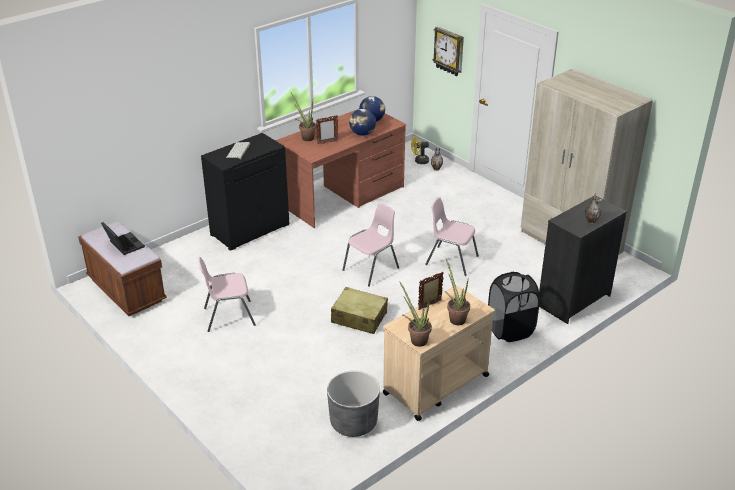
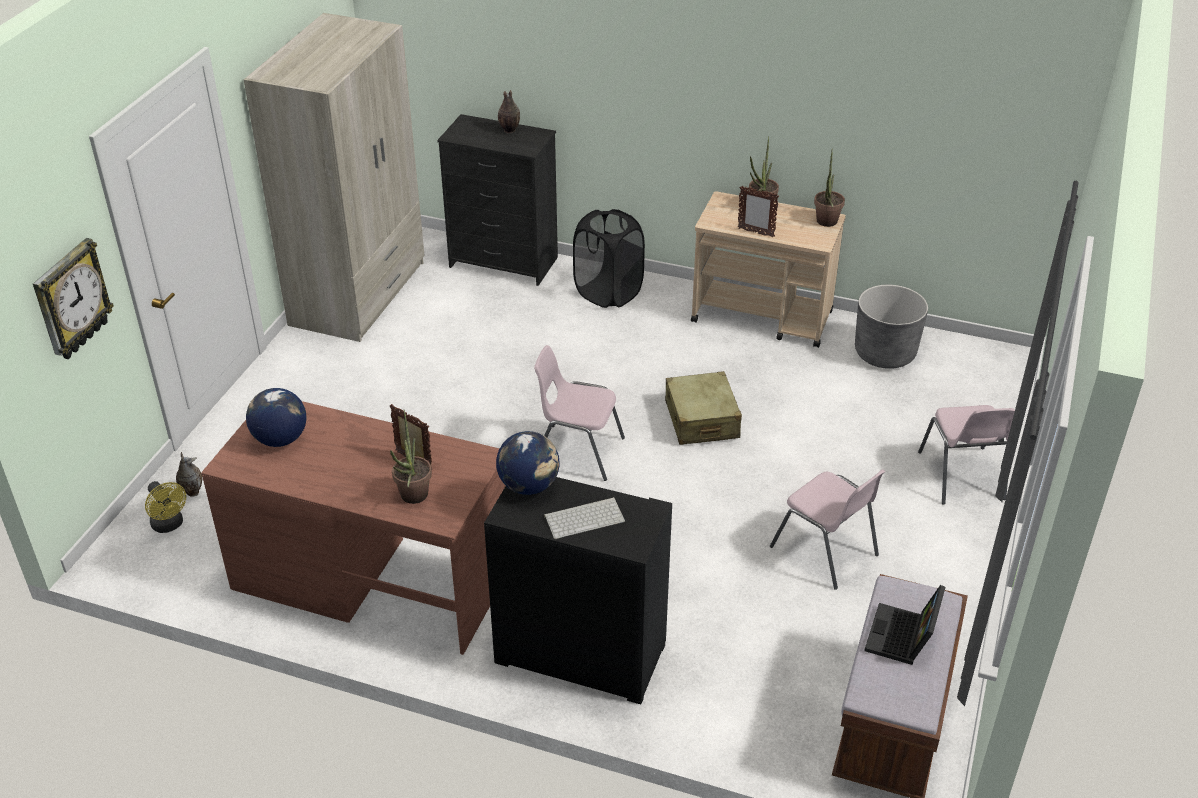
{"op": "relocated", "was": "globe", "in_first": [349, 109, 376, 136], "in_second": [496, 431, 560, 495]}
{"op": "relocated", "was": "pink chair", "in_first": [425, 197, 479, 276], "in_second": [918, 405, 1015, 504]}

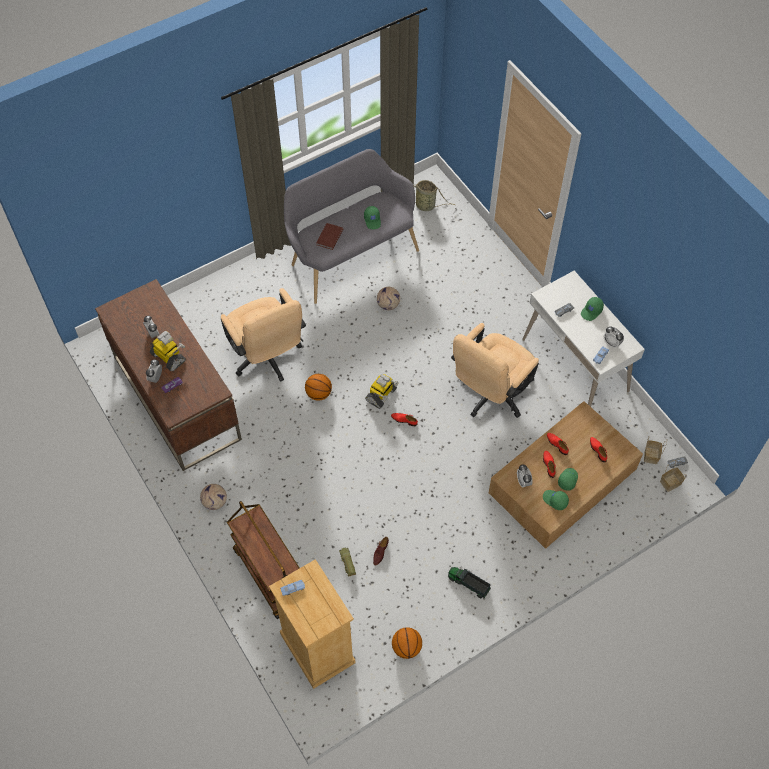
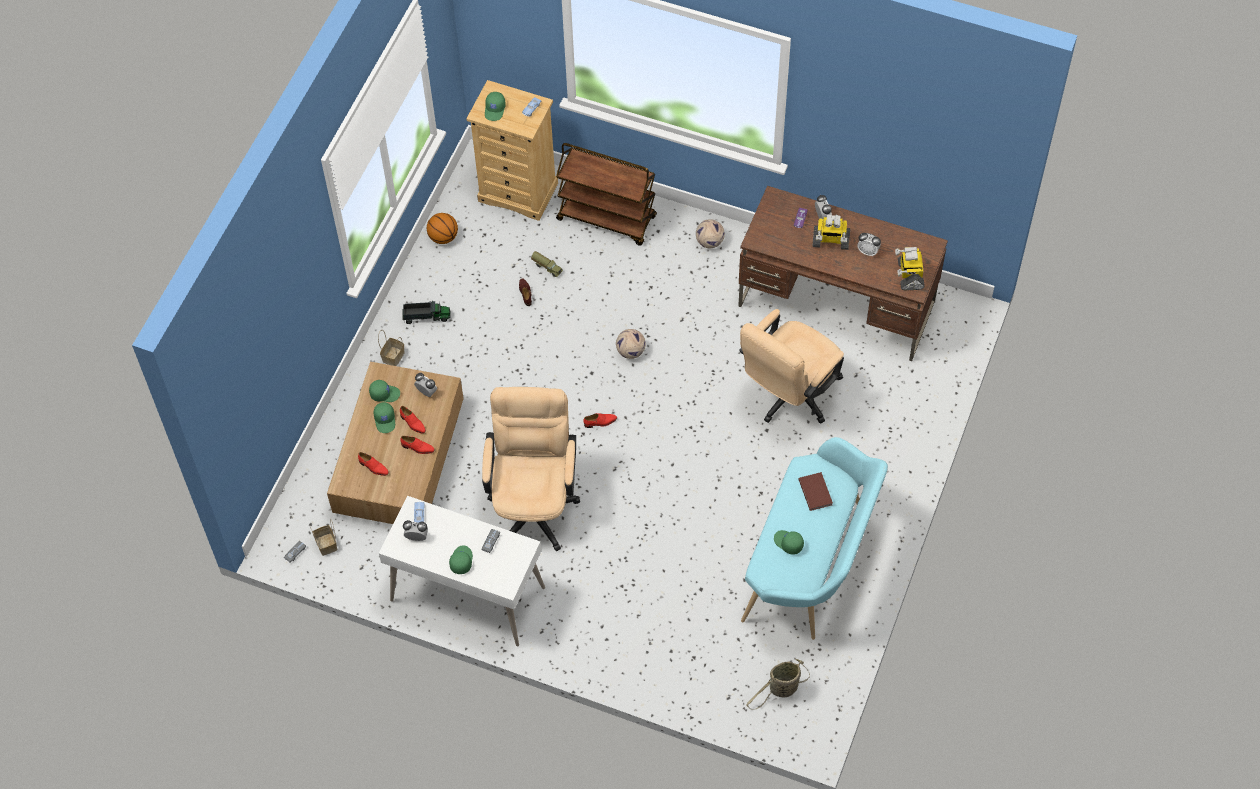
{"op": "spun", "was": "beige office chair", "in_first": [221, 288, 306, 382], "in_second": [739, 309, 844, 424], "clockwise": -75}
{"op": "colour", "was": "grey bench", "now": "turquoise bench", "in_first": [284, 149, 419, 304], "in_second": [741, 437, 888, 640]}
{"op": "missing", "was": "basketball", "in_first": [305, 374, 332, 401]}
{"op": "relocated", "was": "toy robot", "in_first": [365, 374, 399, 409], "in_second": [895, 247, 925, 290]}
{"op": "relocated", "was": "football", "in_first": [377, 287, 400, 310], "in_second": [616, 329, 646, 359]}
{"op": "relocated", "was": "basket", "in_first": [660, 460, 686, 492], "in_second": [378, 330, 405, 366]}
{"op": "appeared", "now": "green cap", "in_second": [485, 92, 506, 121]}

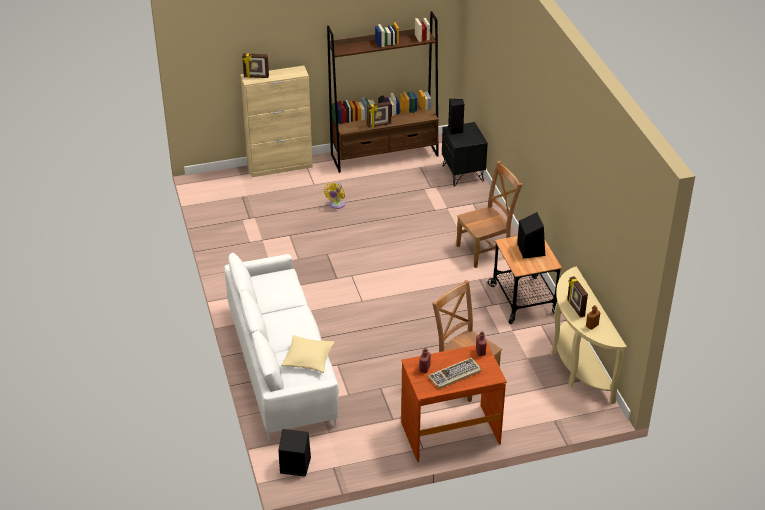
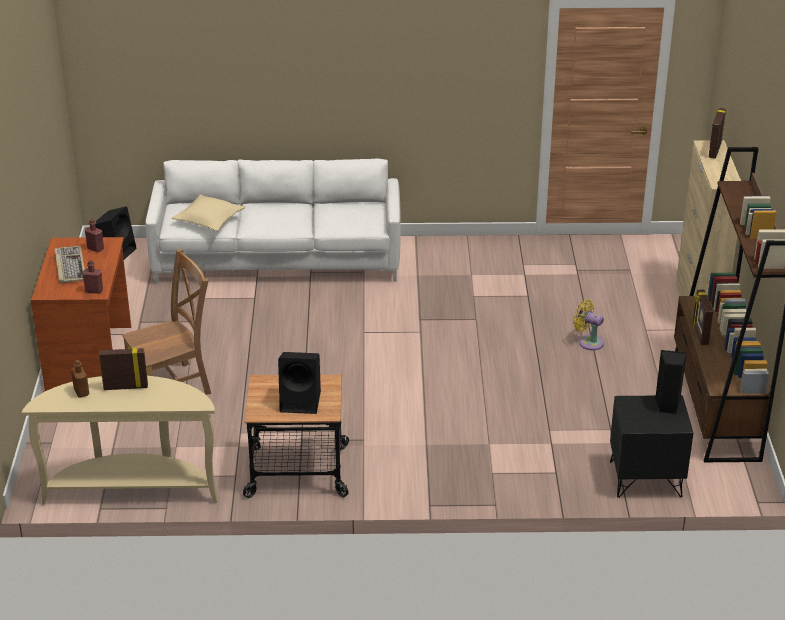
{"op": "missing", "was": "brown chair", "in_first": [456, 161, 523, 268]}

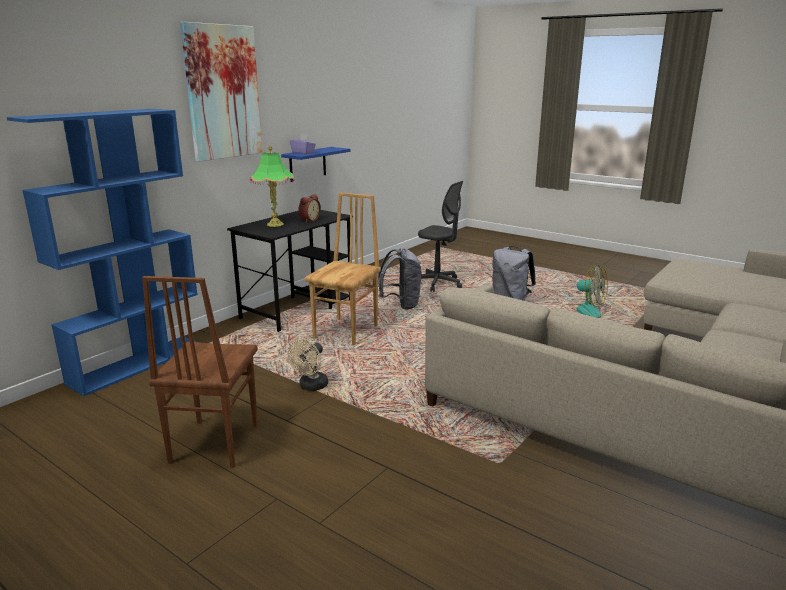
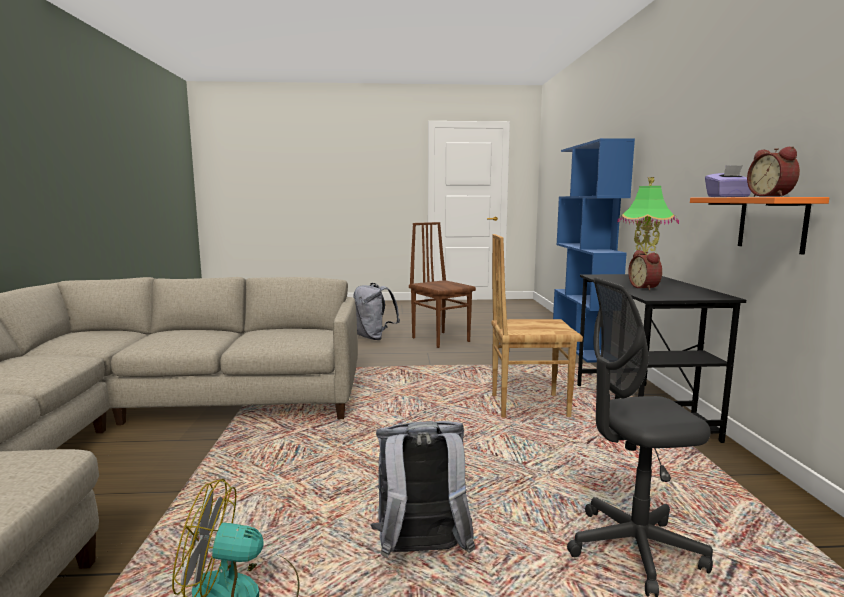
{"op": "missing", "was": "picture", "in_first": [180, 22, 263, 162]}
{"op": "colour", "was": "blue shelf", "now": "orange shelf", "in_first": [281, 147, 350, 182], "in_second": [690, 197, 829, 255]}
{"op": "missing", "was": "beige fan", "in_first": [288, 339, 328, 391]}
{"op": "spun", "was": "brown chair", "in_first": [305, 193, 381, 346], "in_second": [491, 234, 583, 418], "clockwise": 105}
{"op": "relocated", "was": "grey backpack", "in_first": [378, 248, 421, 310], "in_second": [353, 283, 400, 340]}
{"op": "appeared", "now": "alarm clock", "in_second": [747, 146, 800, 197]}

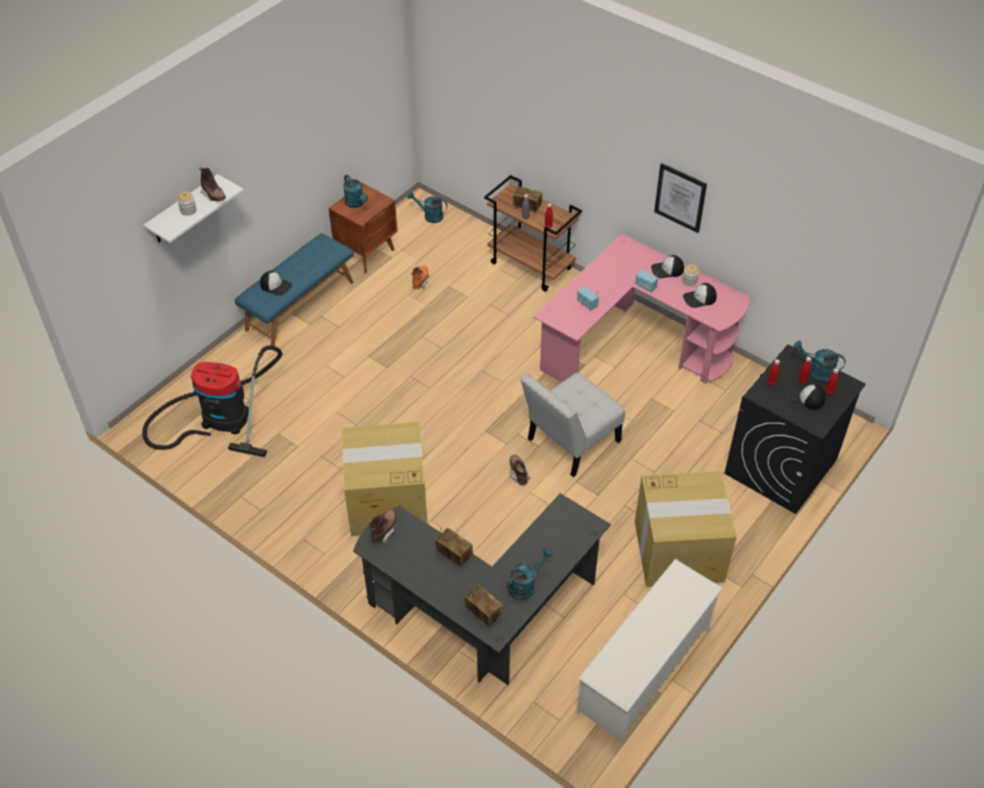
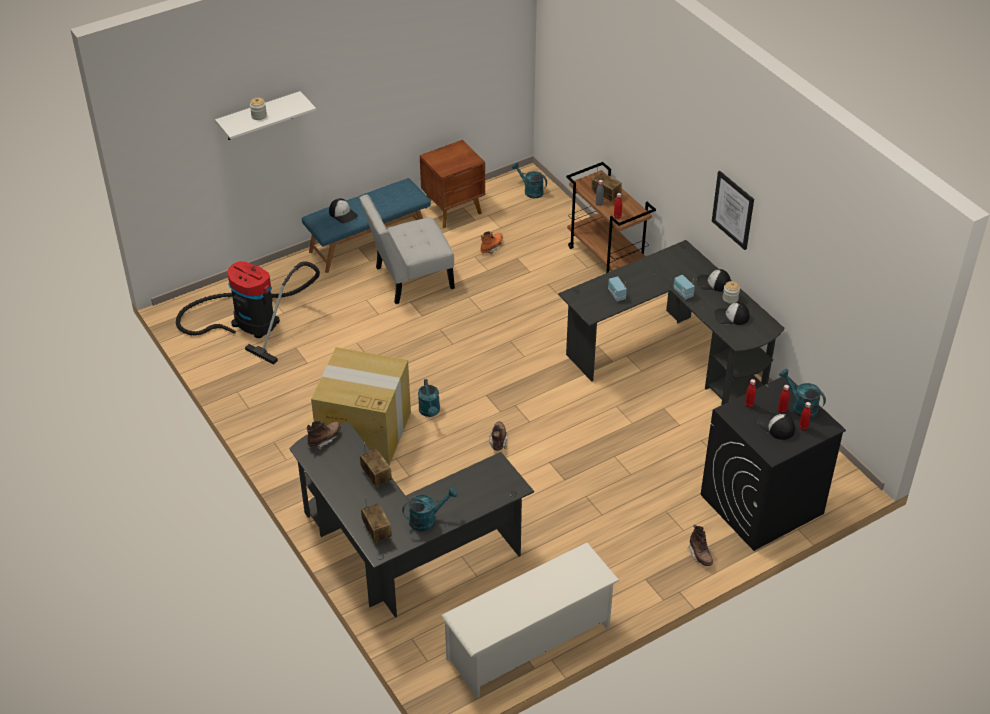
{"op": "relocated", "was": "brown boot", "in_first": [199, 167, 226, 201], "in_second": [688, 524, 713, 566]}
{"op": "relocated", "was": "turquoise watering can", "in_first": [343, 175, 368, 208], "in_second": [418, 379, 440, 417]}
{"op": "relocated", "was": "white chair", "in_first": [520, 373, 625, 477], "in_second": [360, 195, 455, 304]}
{"op": "colour", "was": "pink desk", "now": "black desk", "in_first": [533, 234, 750, 384], "in_second": [558, 240, 784, 405]}
{"op": "missing", "was": "cardboard box", "in_first": [635, 471, 737, 587]}

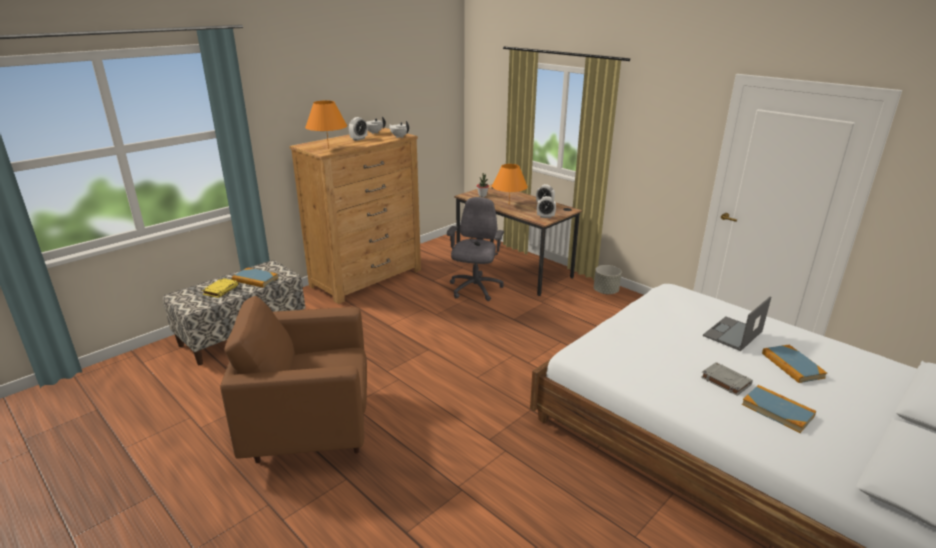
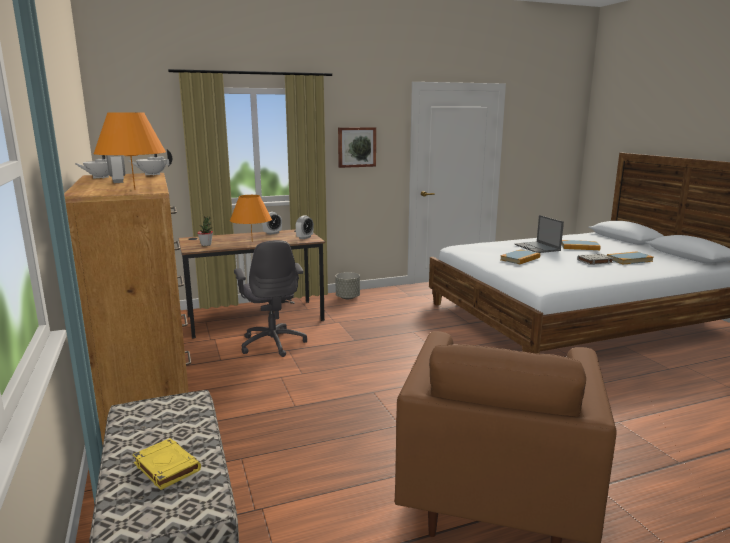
{"op": "relocated", "was": "book", "in_first": [232, 267, 278, 288], "in_second": [500, 249, 540, 264]}
{"op": "spun", "was": "grey office chair", "in_first": [447, 197, 504, 301], "in_second": [234, 240, 307, 357], "clockwise": -150}
{"op": "appeared", "now": "picture", "in_second": [338, 127, 376, 168]}

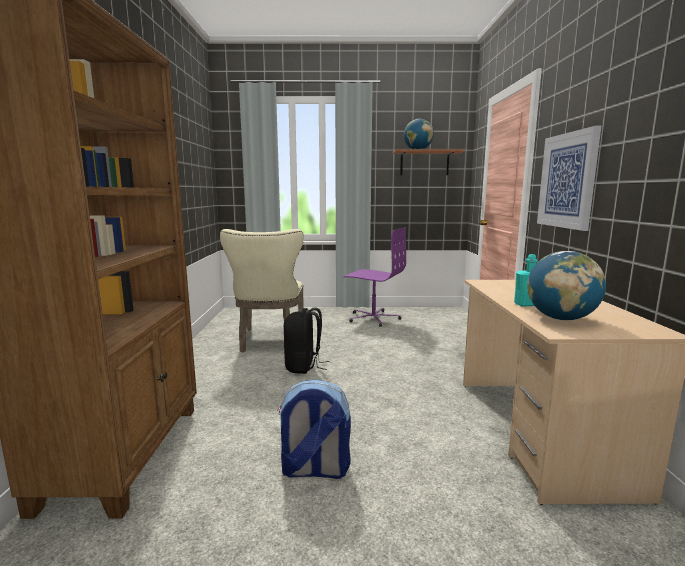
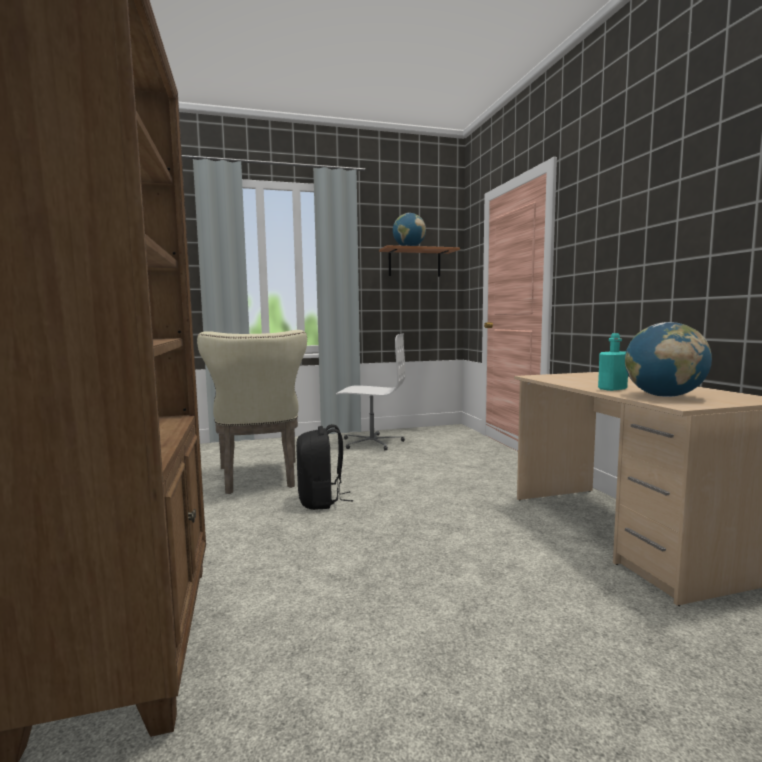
{"op": "missing", "was": "backpack", "in_first": [277, 379, 351, 479]}
{"op": "colour", "was": "purple office chair", "now": "white office chair", "in_first": [343, 227, 406, 327], "in_second": [336, 333, 406, 451]}
{"op": "missing", "was": "picture", "in_first": [537, 125, 602, 231]}

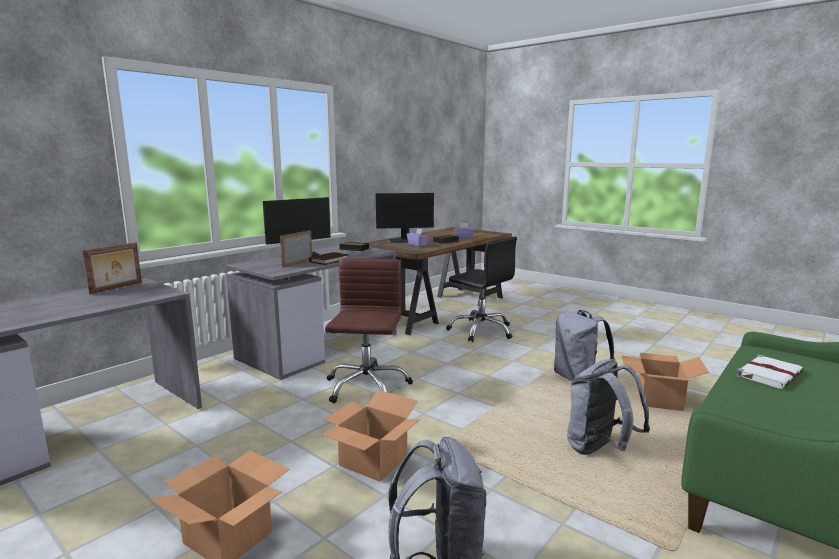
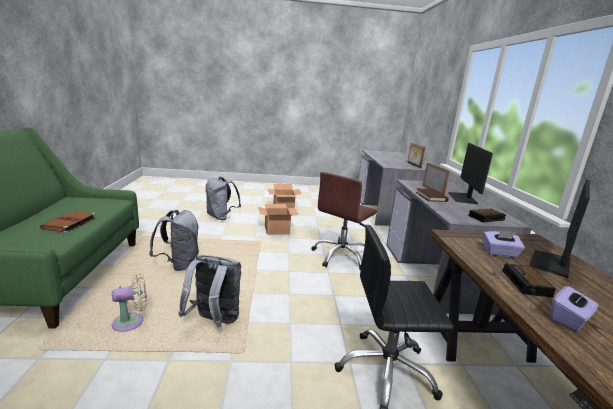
{"op": "spun", "was": "brown office chair", "in_first": [325, 258, 413, 403], "in_second": [311, 172, 377, 270], "clockwise": 75}
{"op": "exchanged", "was": "cardboard box", "now": "beige fan", "in_first": [621, 353, 709, 411], "in_second": [112, 272, 147, 332]}
{"op": "colour", "was": "white book", "now": "brown book", "in_first": [736, 355, 804, 389], "in_second": [40, 211, 96, 233]}

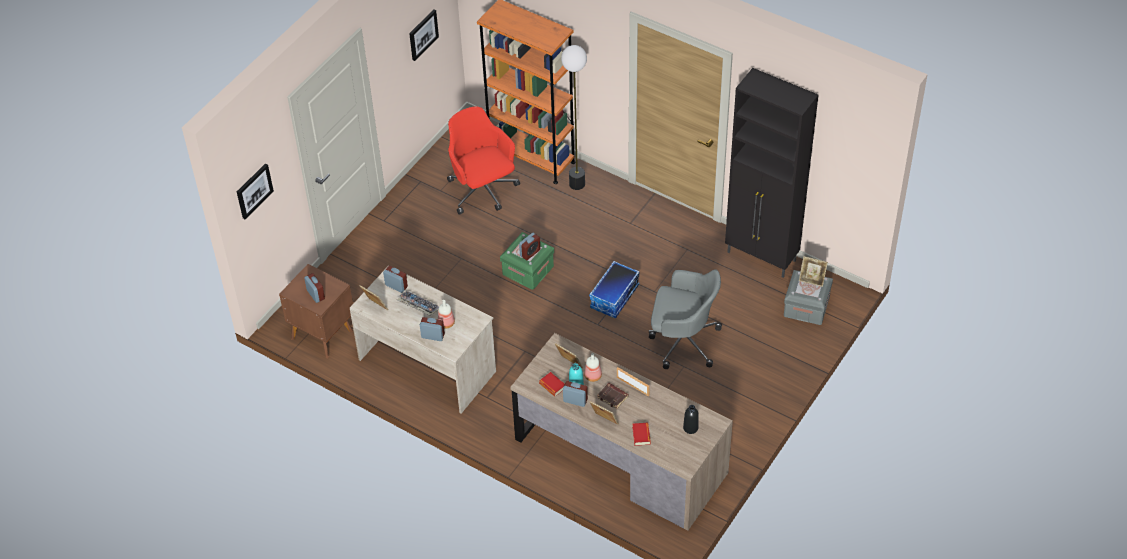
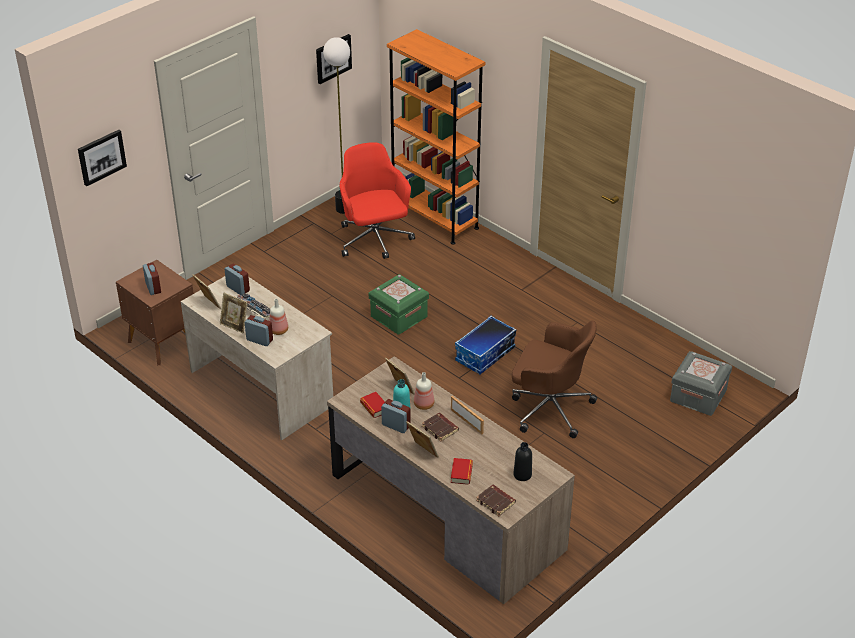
{"op": "missing", "was": "alarm clock", "in_first": [519, 233, 540, 260]}
{"op": "relocated", "was": "floor lamp", "in_first": [561, 45, 587, 190], "in_second": [323, 37, 350, 214]}
{"op": "colour", "was": "grey office chair", "now": "brown office chair", "in_first": [649, 269, 722, 369], "in_second": [512, 321, 597, 438]}
{"op": "missing", "was": "black cabinet", "in_first": [725, 68, 818, 278]}
{"op": "relocated", "was": "picture frame", "in_first": [799, 256, 828, 287], "in_second": [220, 293, 248, 333]}
{"op": "appeared", "now": "brown book", "in_second": [476, 485, 516, 516]}

